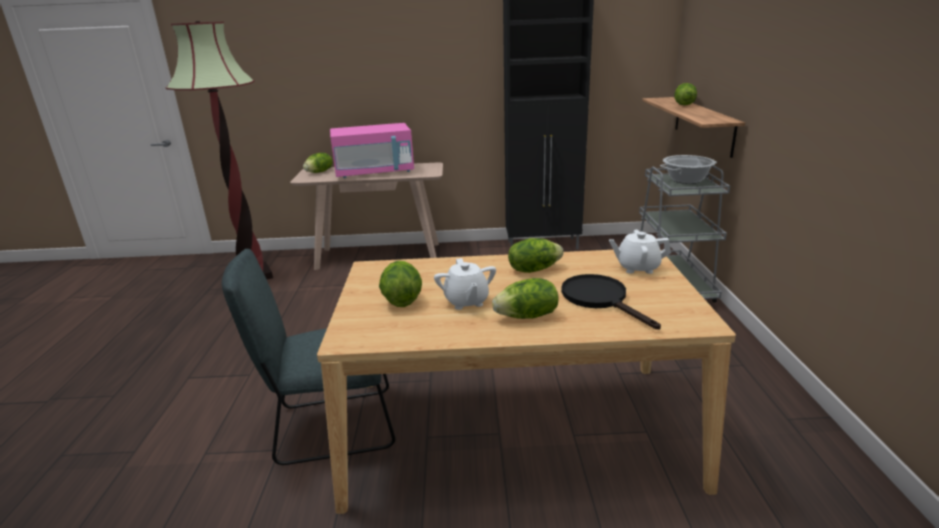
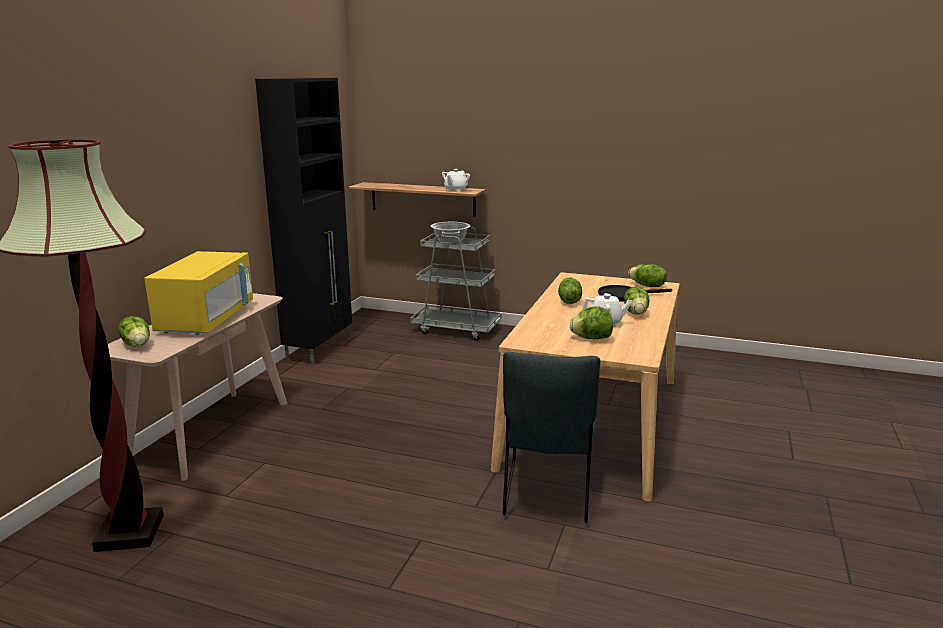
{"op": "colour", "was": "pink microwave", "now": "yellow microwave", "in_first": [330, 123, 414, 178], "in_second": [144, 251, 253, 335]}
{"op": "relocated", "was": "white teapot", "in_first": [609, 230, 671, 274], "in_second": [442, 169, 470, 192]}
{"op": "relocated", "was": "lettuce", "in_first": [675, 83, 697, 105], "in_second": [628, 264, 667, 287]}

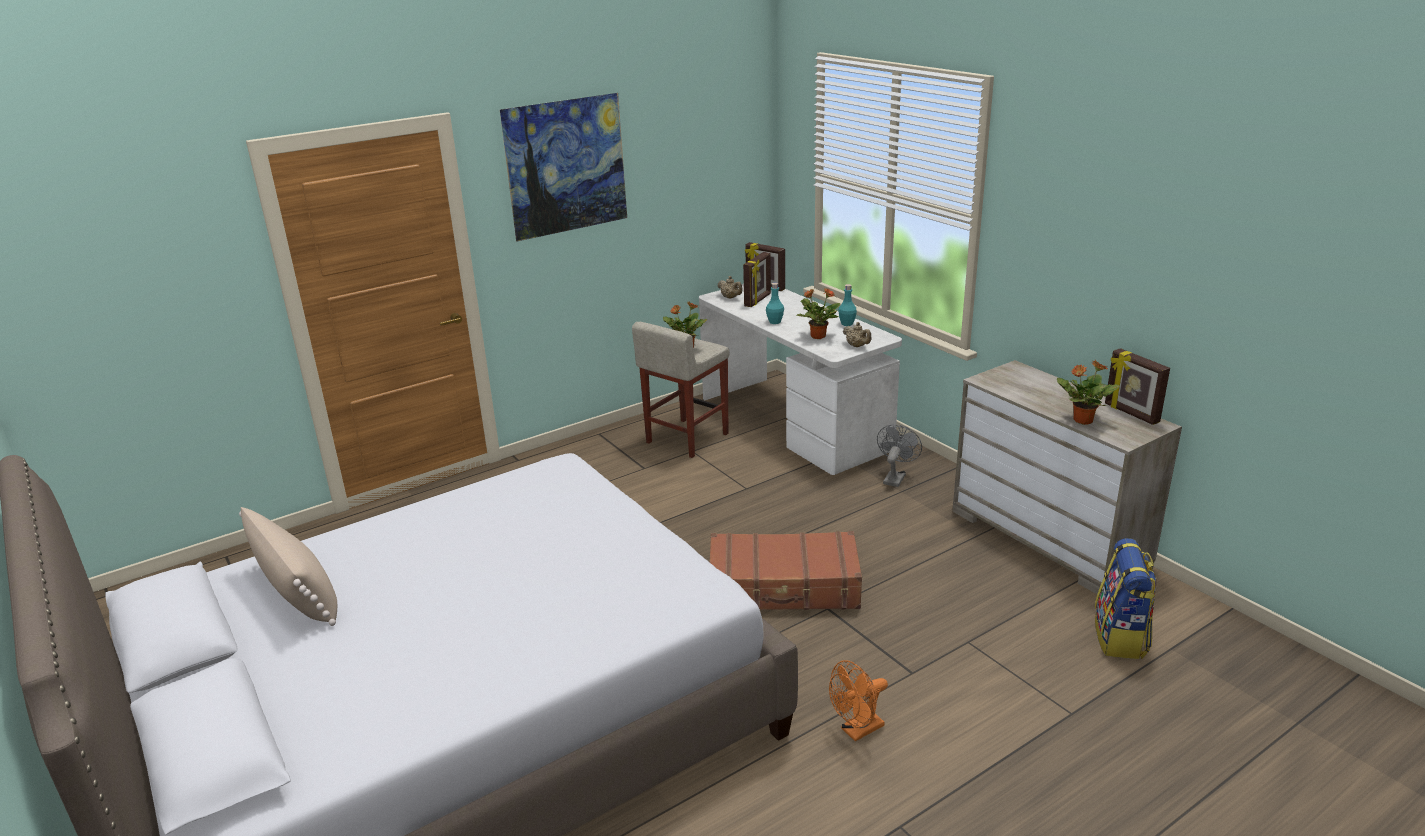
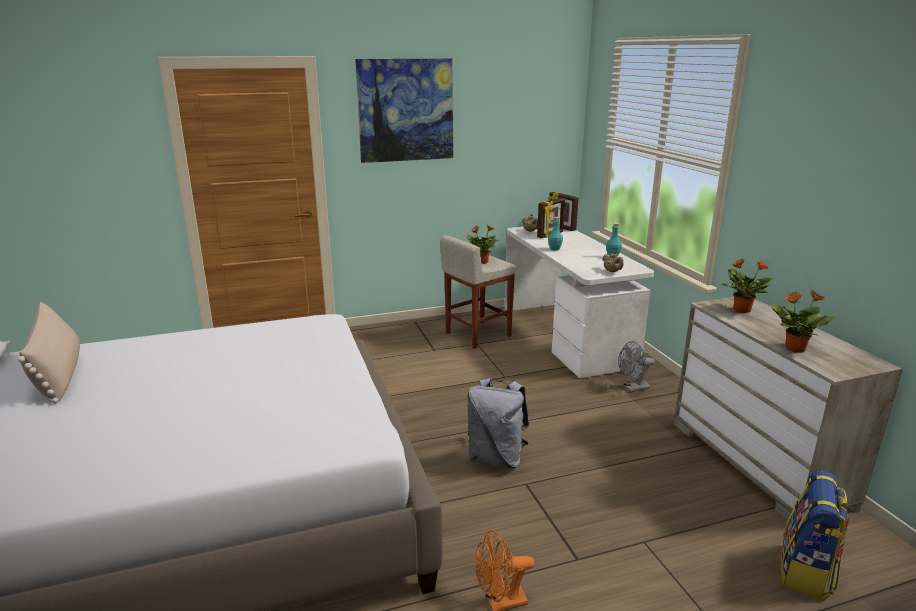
{"op": "exchanged", "was": "brown suitcase", "now": "grey backpack", "in_first": [710, 531, 862, 610], "in_second": [467, 378, 529, 468]}
{"op": "relocated", "was": "potted plant", "in_first": [797, 289, 840, 339], "in_second": [721, 259, 772, 313]}
{"op": "spun", "was": "grey fan", "in_first": [877, 424, 922, 487], "in_second": [618, 341, 655, 392], "clockwise": -150}
{"op": "missing", "was": "picture frame", "in_first": [1105, 348, 1170, 425]}

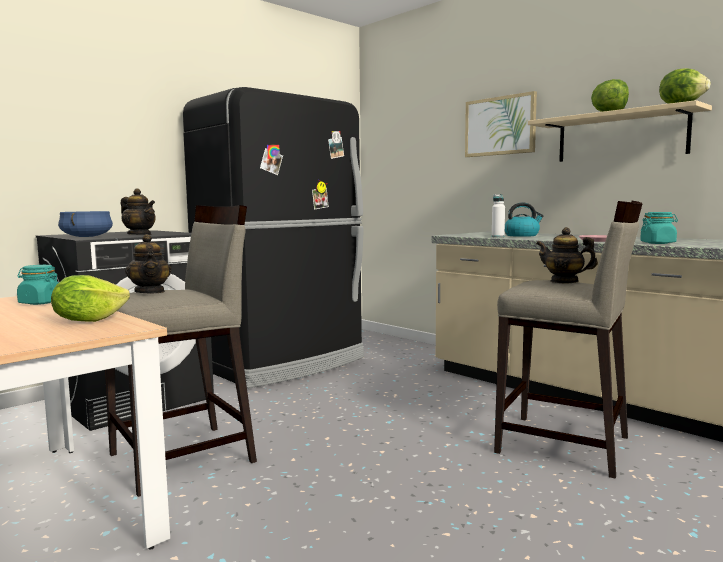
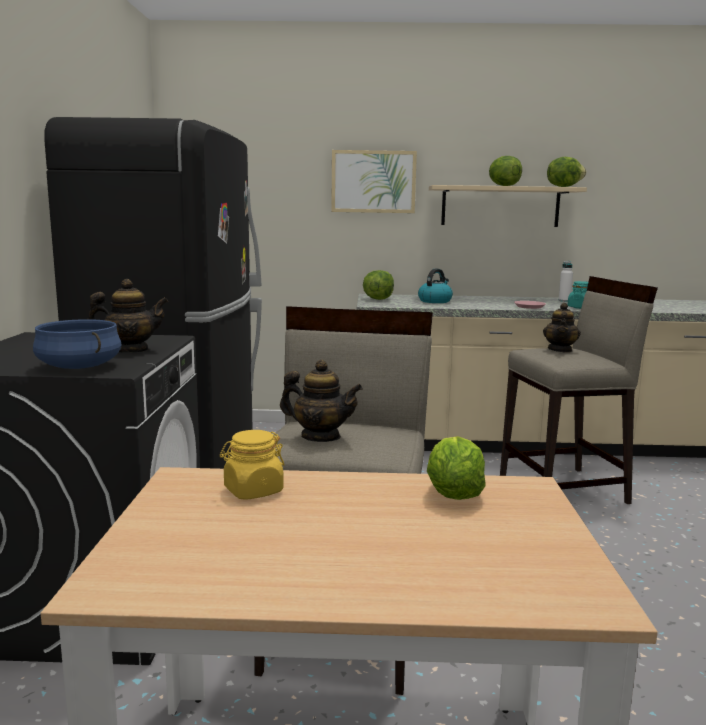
{"op": "colour", "was": "turquoise jar", "now": "yellow jar", "in_first": [17, 265, 59, 305], "in_second": [220, 430, 284, 500]}
{"op": "relocated", "was": "white bottle", "in_first": [492, 194, 505, 237], "in_second": [558, 261, 573, 302]}
{"op": "spun", "was": "teapot", "in_first": [536, 227, 598, 283], "in_second": [543, 303, 581, 353], "clockwise": -60}
{"op": "appeared", "now": "lettuce", "in_second": [363, 270, 394, 300]}

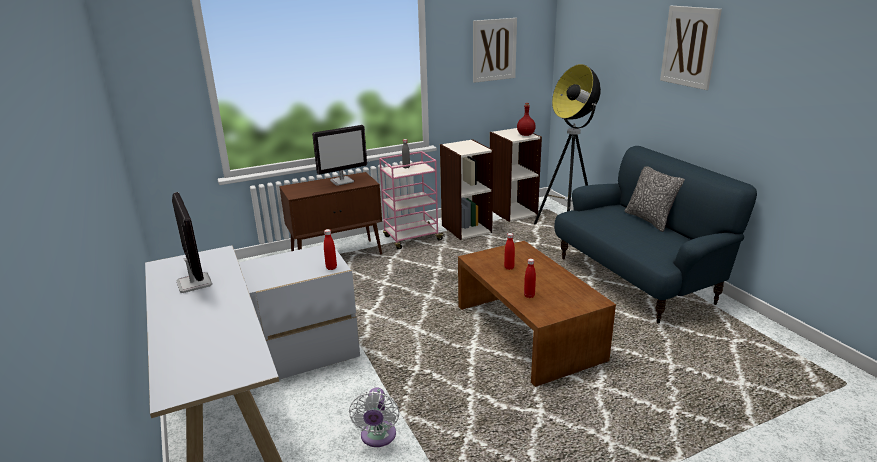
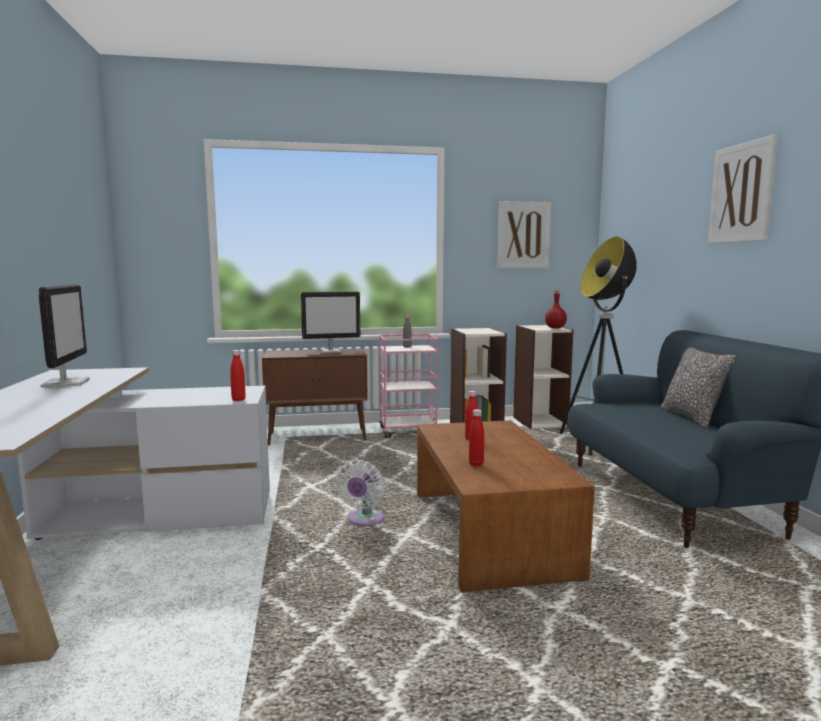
{"op": "relocated", "was": "white fan", "in_first": [349, 387, 400, 447], "in_second": [336, 460, 384, 526]}

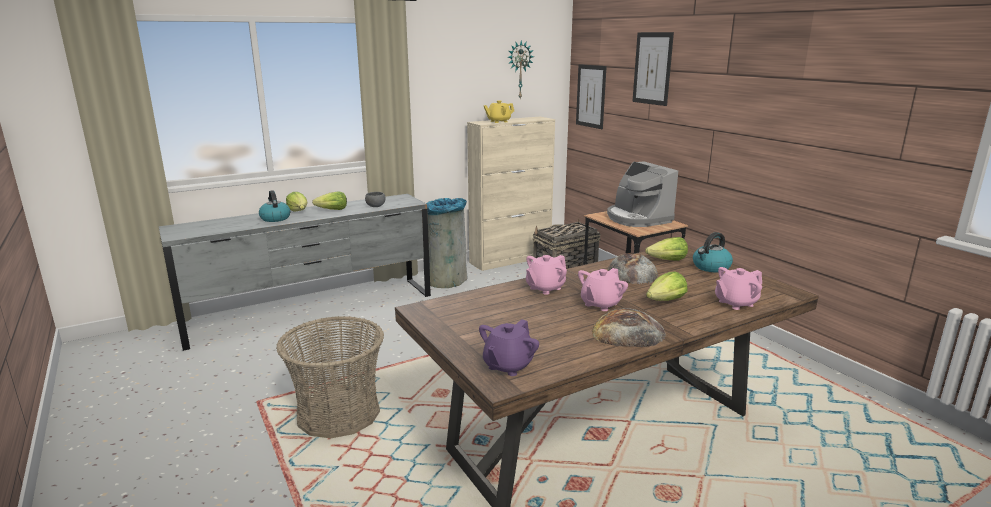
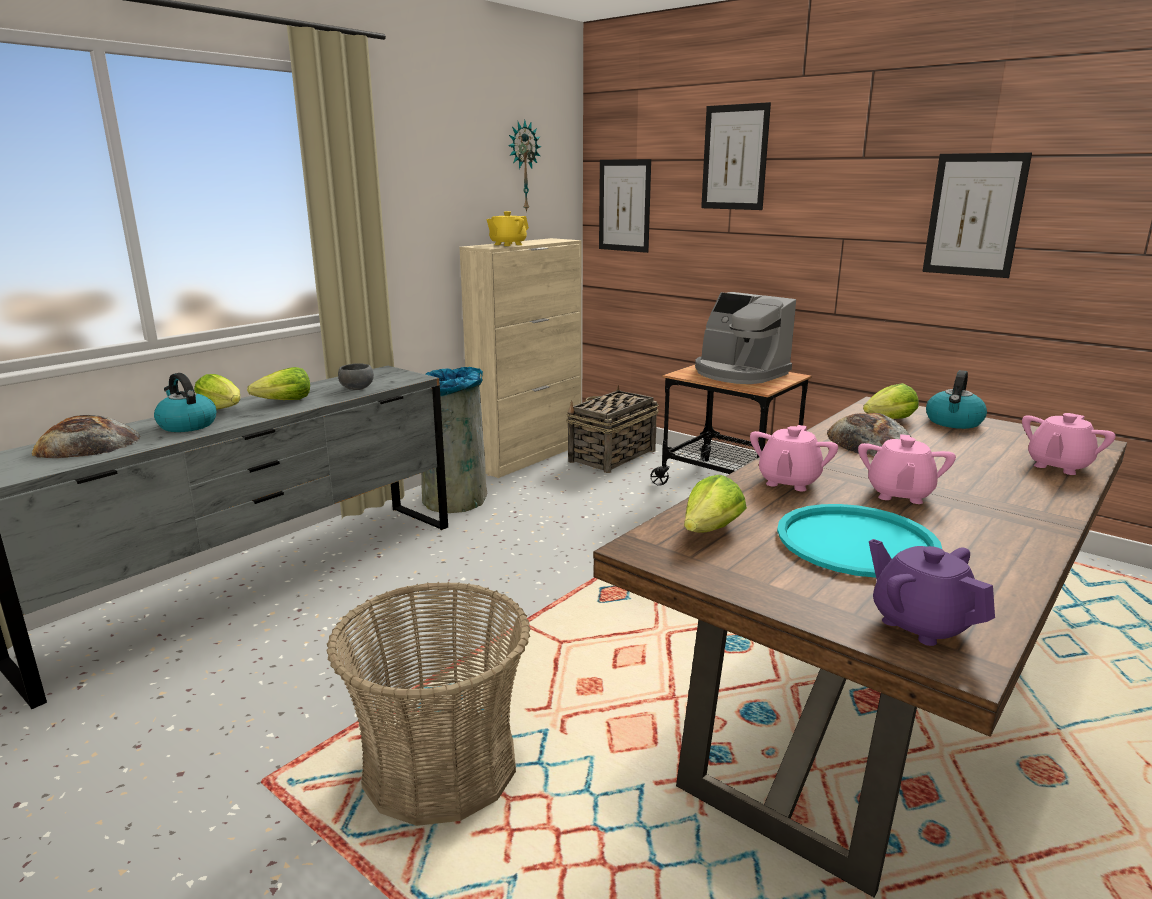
{"op": "spun", "was": "purple teapot", "in_first": [479, 319, 539, 376], "in_second": [869, 539, 995, 646], "clockwise": 135}
{"op": "relocated", "was": "bread", "in_first": [592, 308, 666, 347], "in_second": [32, 415, 140, 458]}
{"op": "relocated", "was": "lettuce", "in_first": [646, 271, 687, 301], "in_second": [684, 475, 747, 533]}
{"op": "appeared", "now": "turquoise tray", "in_second": [777, 504, 942, 578]}
{"op": "appeared", "now": "picture", "in_second": [922, 153, 1032, 278]}

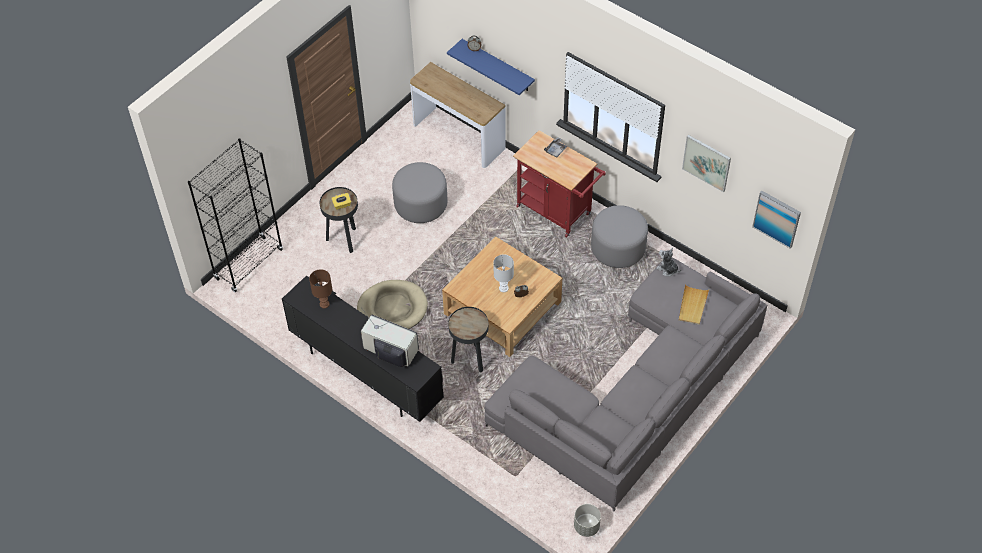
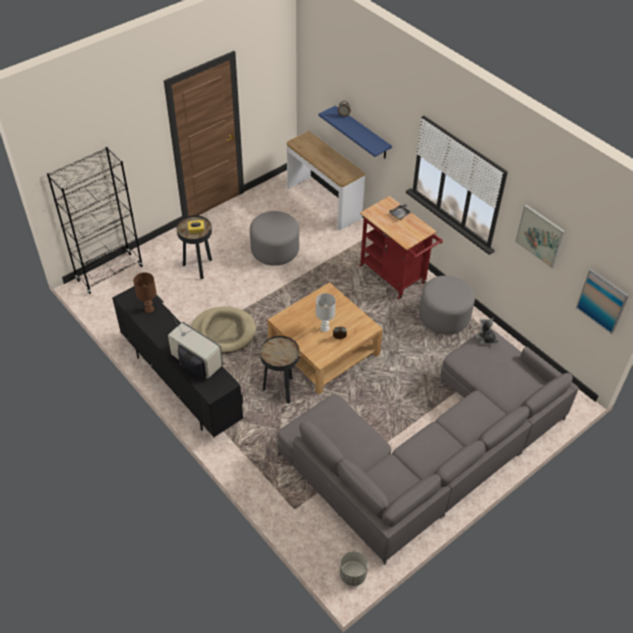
{"op": "missing", "was": "beige tray", "in_first": [679, 284, 709, 325]}

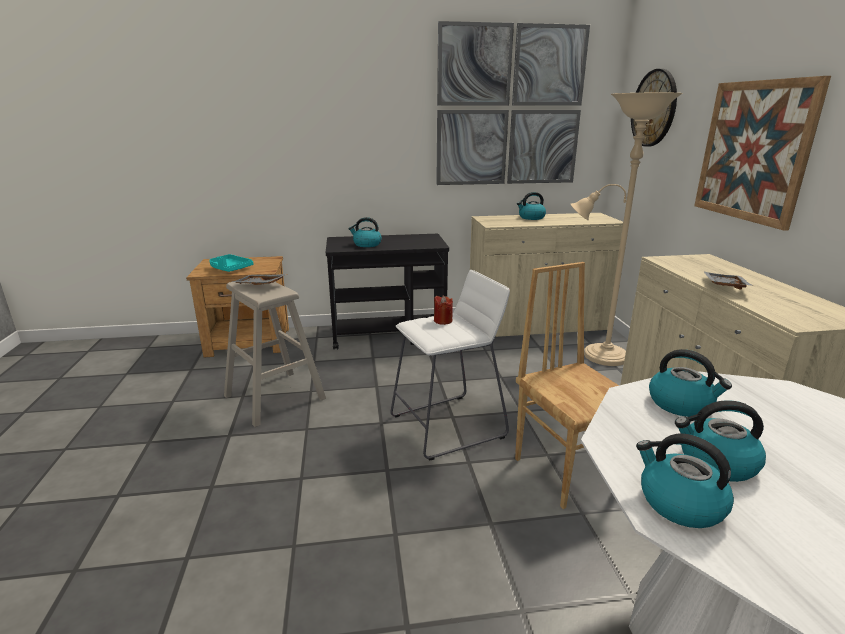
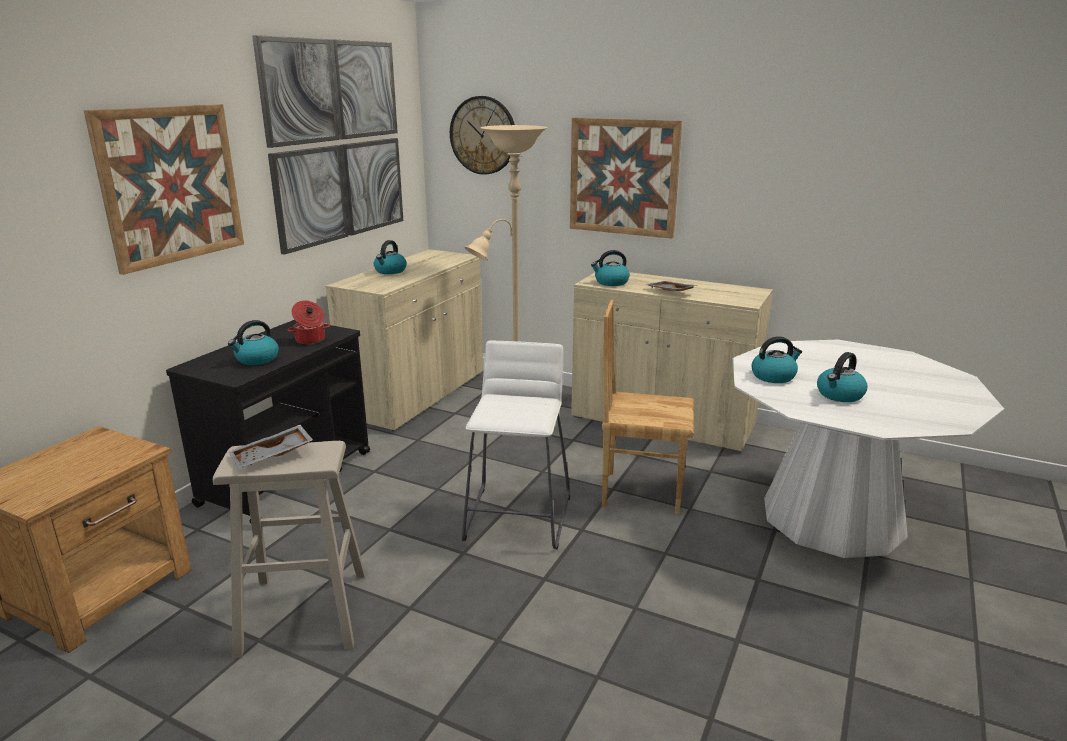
{"op": "missing", "was": "turquoise tray", "in_first": [210, 254, 253, 272]}
{"op": "missing", "was": "red candle", "in_first": [434, 296, 453, 325]}
{"op": "relocated", "was": "kettle", "in_first": [636, 434, 734, 528], "in_second": [591, 250, 630, 286]}
{"op": "appeared", "now": "picture", "in_second": [84, 104, 244, 275]}
{"op": "appeared", "now": "cooking pot", "in_second": [287, 300, 330, 344]}

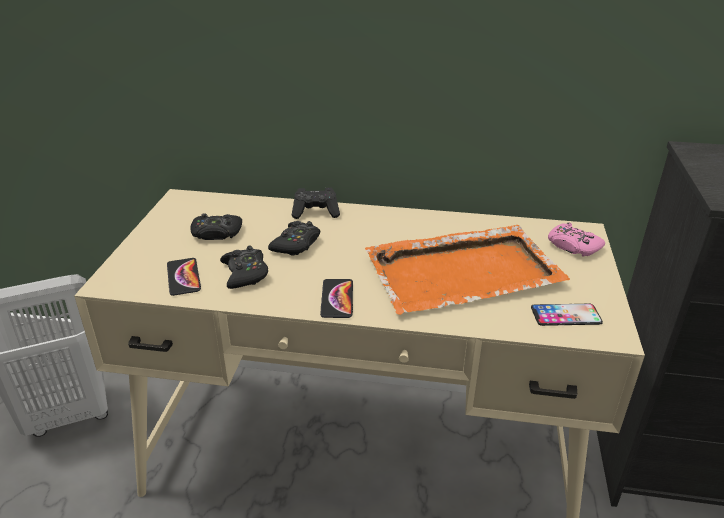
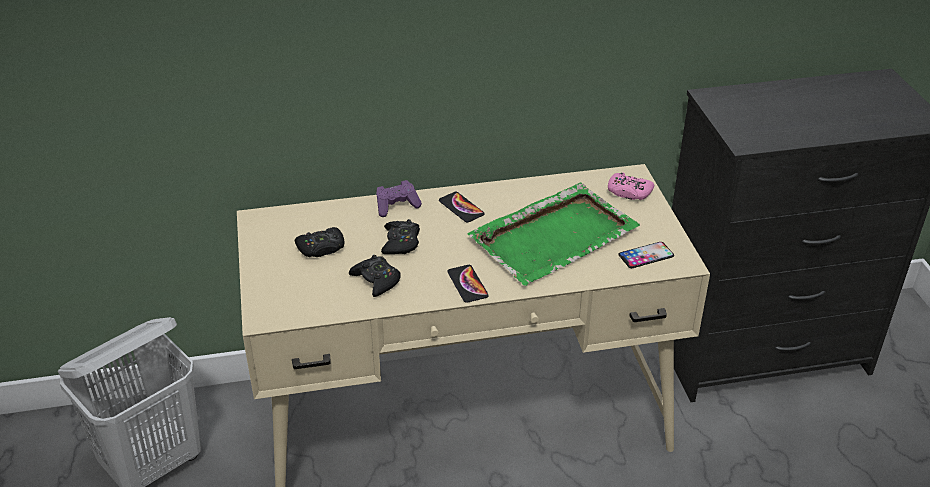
{"op": "relocated", "was": "phone", "in_first": [167, 258, 201, 296], "in_second": [439, 192, 485, 223]}
{"op": "colour", "was": "black game controller", "now": "purple game controller", "in_first": [292, 188, 340, 219], "in_second": [376, 180, 422, 217]}
{"op": "colour", "was": "orange tray", "now": "green tray", "in_first": [365, 225, 570, 315], "in_second": [468, 183, 640, 286]}

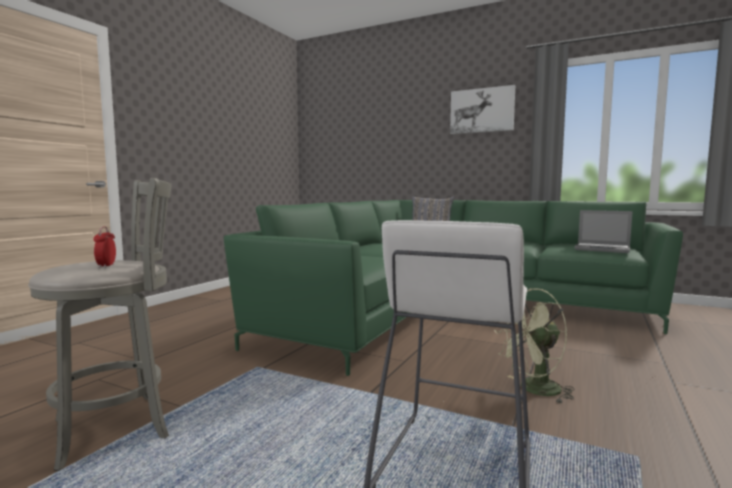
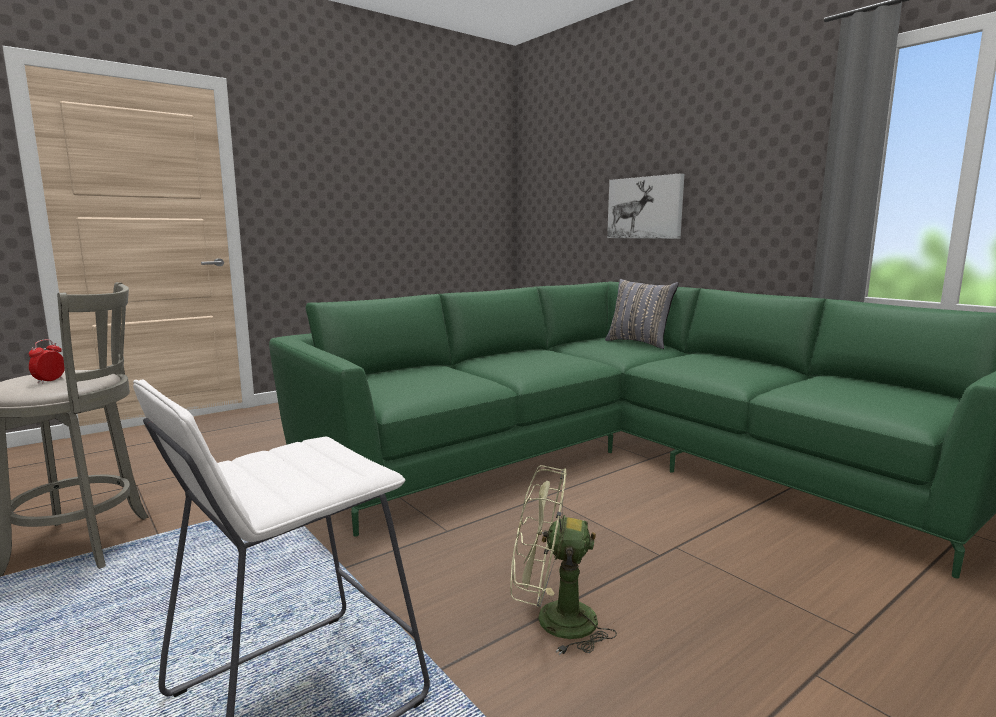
{"op": "relocated", "was": "picture", "in_first": [450, 85, 515, 134], "in_second": [607, 173, 684, 239]}
{"op": "missing", "was": "laptop", "in_first": [574, 210, 633, 253]}

